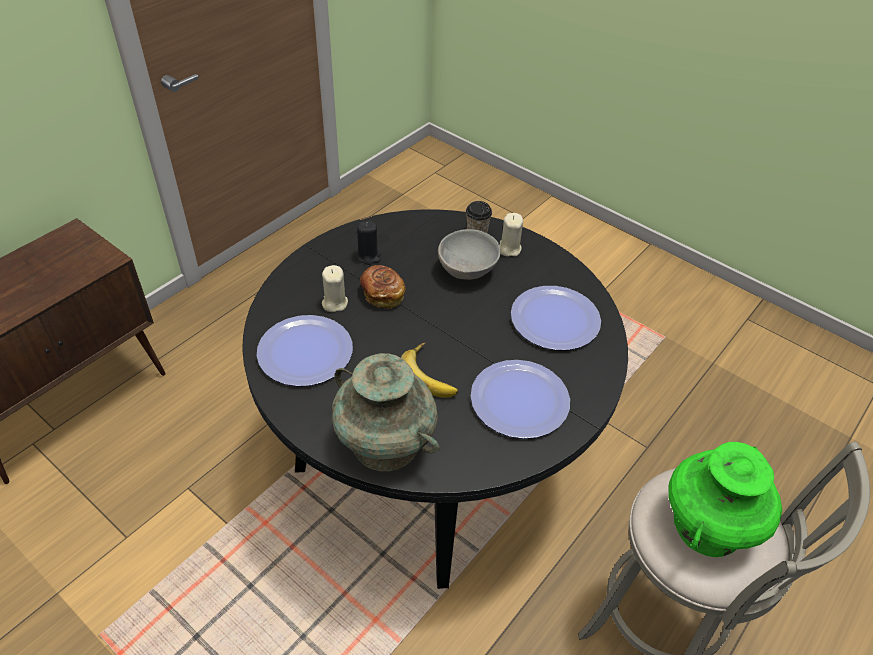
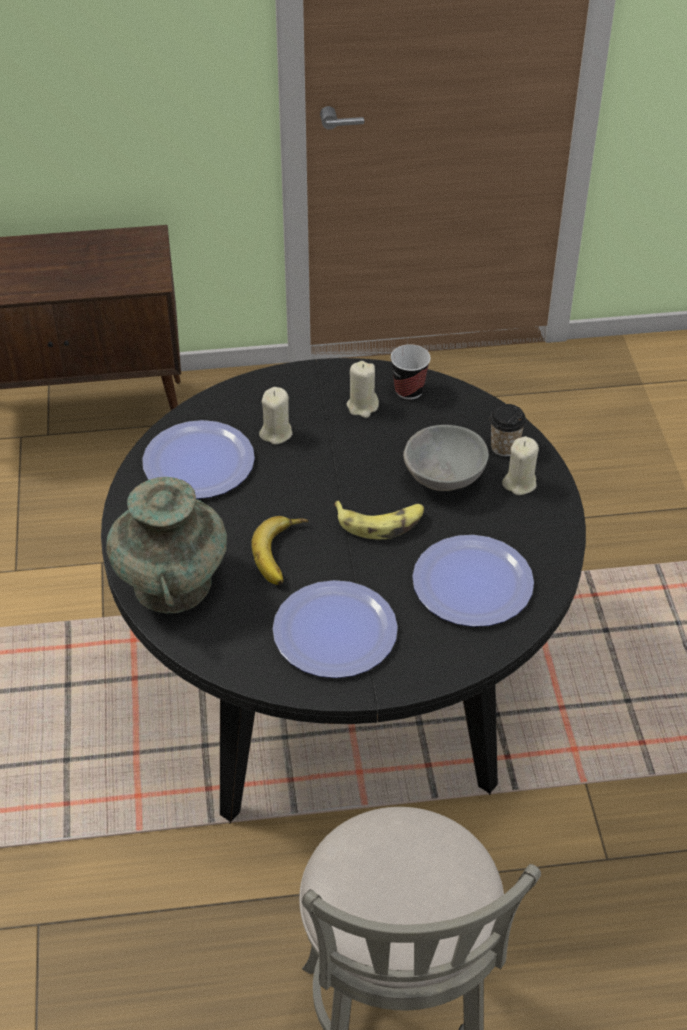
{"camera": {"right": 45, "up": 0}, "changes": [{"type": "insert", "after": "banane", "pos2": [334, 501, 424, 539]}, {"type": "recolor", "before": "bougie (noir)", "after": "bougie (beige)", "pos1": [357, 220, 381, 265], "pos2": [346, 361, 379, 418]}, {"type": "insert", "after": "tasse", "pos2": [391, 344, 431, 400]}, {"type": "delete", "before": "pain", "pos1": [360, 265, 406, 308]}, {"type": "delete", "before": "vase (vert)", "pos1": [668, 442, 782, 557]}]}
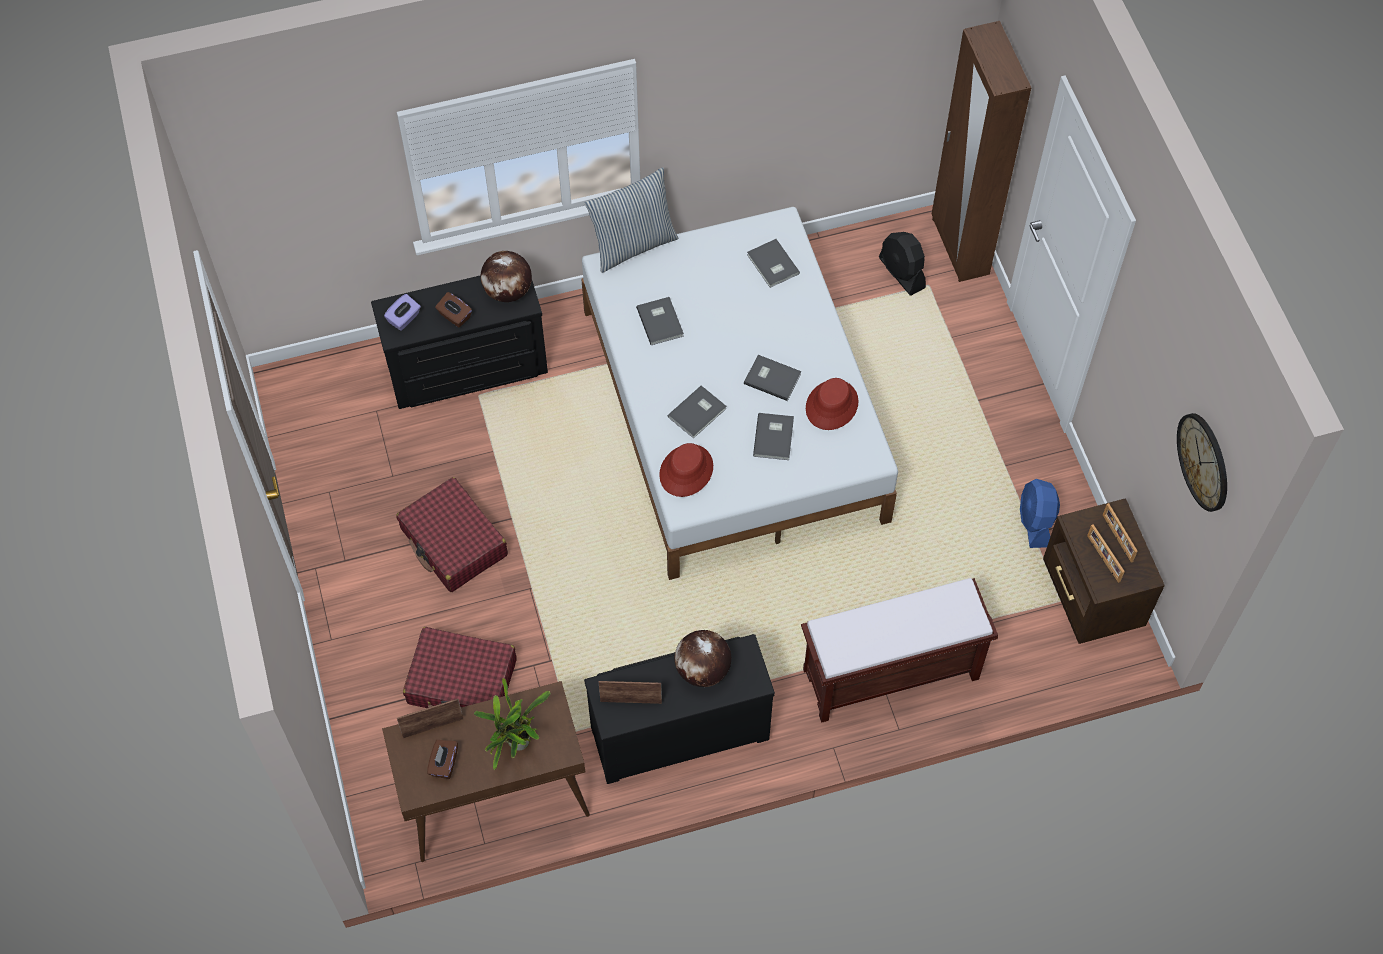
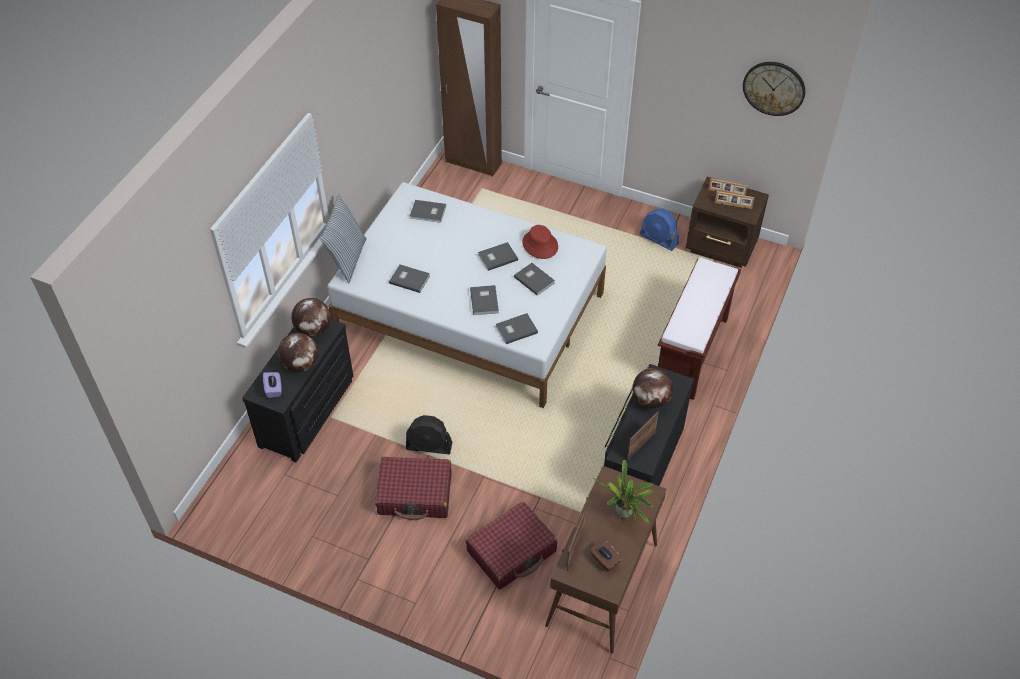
{"camera": {"right": -50, "up": -10}, "changes": [{"type": "replace", "before": "boîte à mouchoirs (marron)", "after": "globe", "pos1": [435, 292, 472, 327], "pos2": [278, 333, 318, 372]}, {"type": "move", "before": "ventilateur (noir)", "pos1": [879, 232, 926, 296], "pos2": [406, 415, 452, 454]}, {"type": "replace", "before": "chapeau (rouge)", "after": "livre (gris)", "pos1": [659, 443, 713, 497], "pos2": [496, 313, 538, 344]}]}
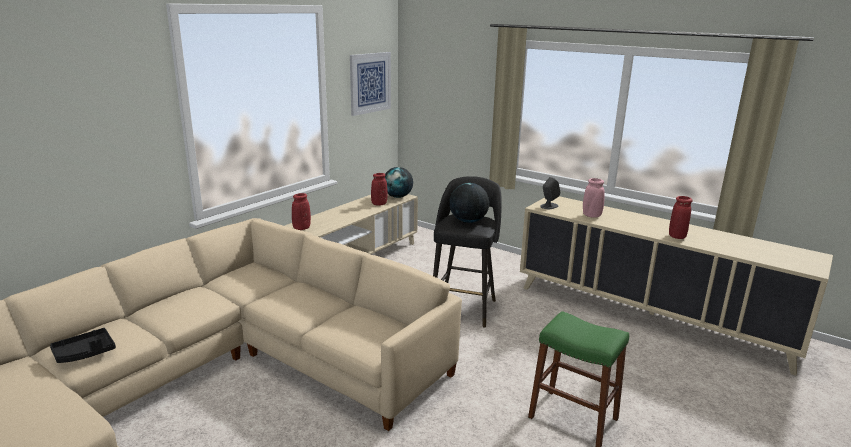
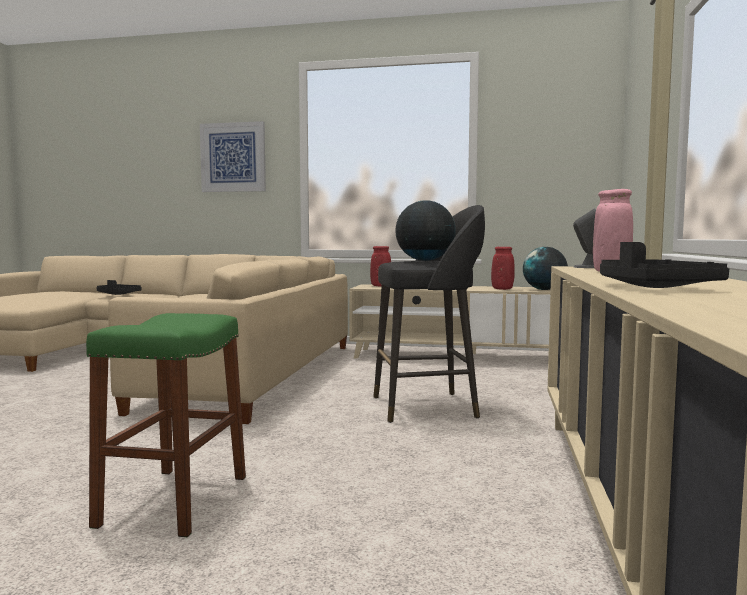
{"camera": {"right": 65, "up": -15}, "changes": [{"type": "move", "before": "tableau", "pos1": [350, 52, 391, 116], "pos2": [200, 121, 266, 192]}, {"type": "replace", "before": "vase (rouge)", "after": "plateau (noir)", "pos1": [669, 196, 692, 239], "pos2": [600, 242, 730, 288]}]}
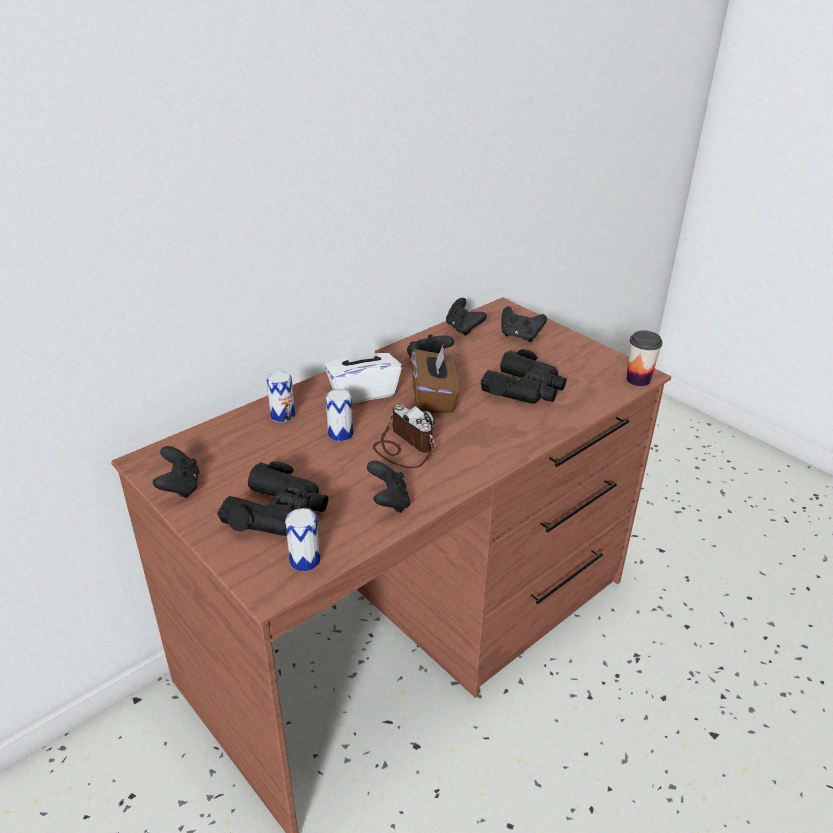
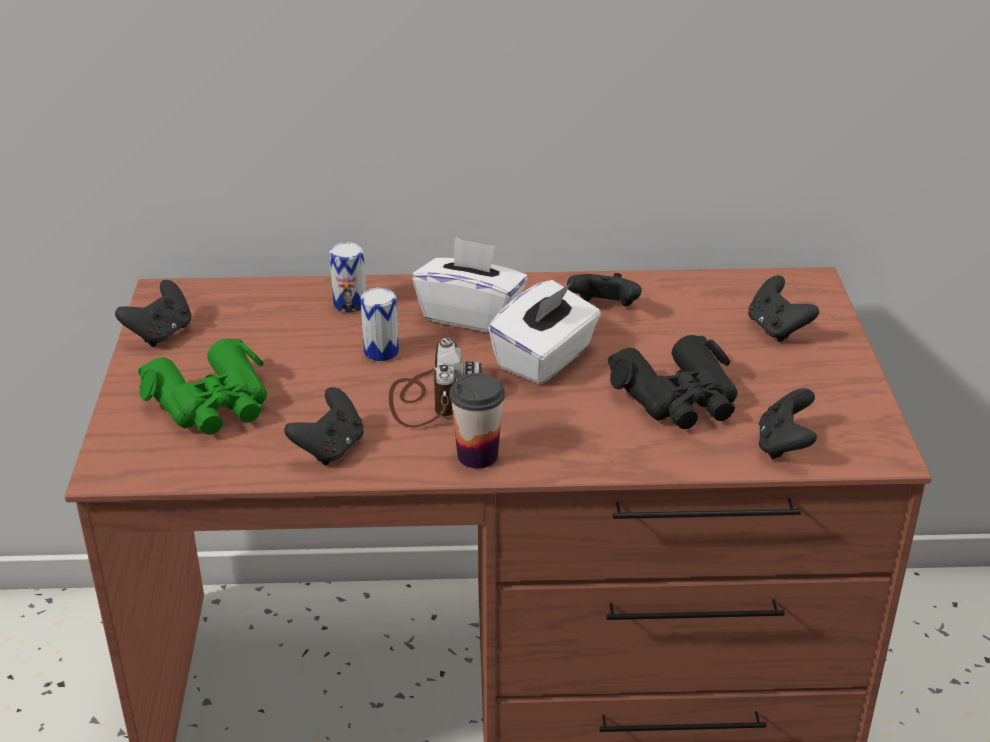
{"camera": {"right": 40, "up": 0}, "changes": [{"type": "recolor", "before": "jumelles (noir)", "after": "jumelles (vert)", "pos1": [217, 461, 328, 536], "pos2": [138, 338, 267, 435]}, {"type": "move", "before": "tasse", "pos1": [627, 330, 663, 386], "pos2": [449, 373, 505, 469]}, {"type": "recolor", "before": "boîte à mouchoirs (marron)", "after": "boîte à mouchoirs (blanc)", "pos1": [411, 346, 461, 413], "pos2": [488, 280, 601, 384]}, {"type": "move", "before": "manette (noir)", "pos1": [446, 298, 487, 336], "pos2": [759, 388, 817, 459]}, {"type": "delete", "before": "boîte métallique", "pos1": [285, 508, 320, 571]}]}
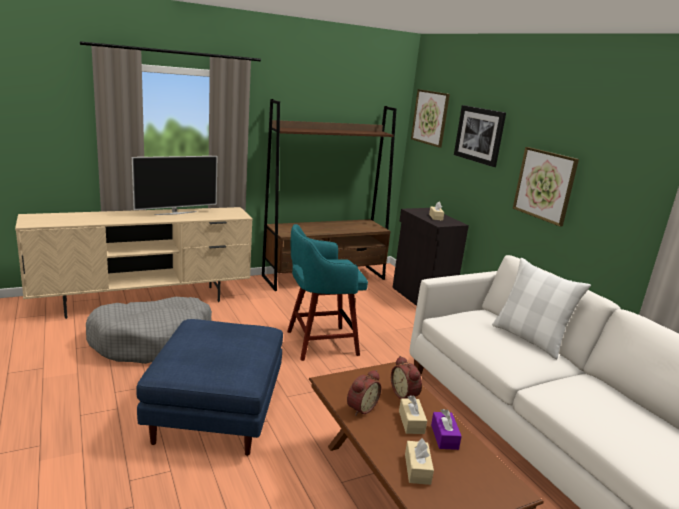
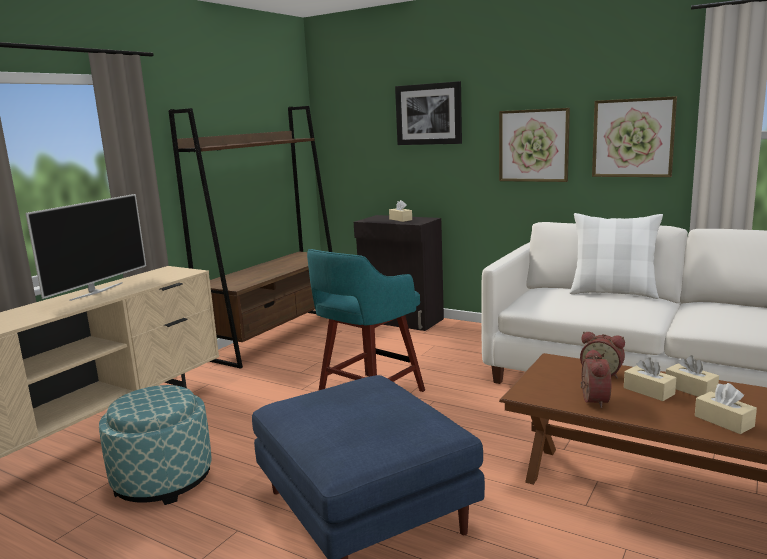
{"camera": {"right": -30, "up": -5}, "changes": [{"type": "replace", "before": "panier pour chien (gris)", "after": "pouf", "pos1": [86, 297, 212, 364], "pos2": [99, 385, 211, 505]}, {"type": "move", "before": "tableau", "pos1": [411, 89, 450, 148], "pos2": [592, 96, 677, 177]}, {"type": "recolor", "before": "boîte à mouchoirs (violet)", "after": "boîte à mouchoirs (beige)", "pos1": [431, 409, 462, 450], "pos2": [666, 355, 719, 397]}]}
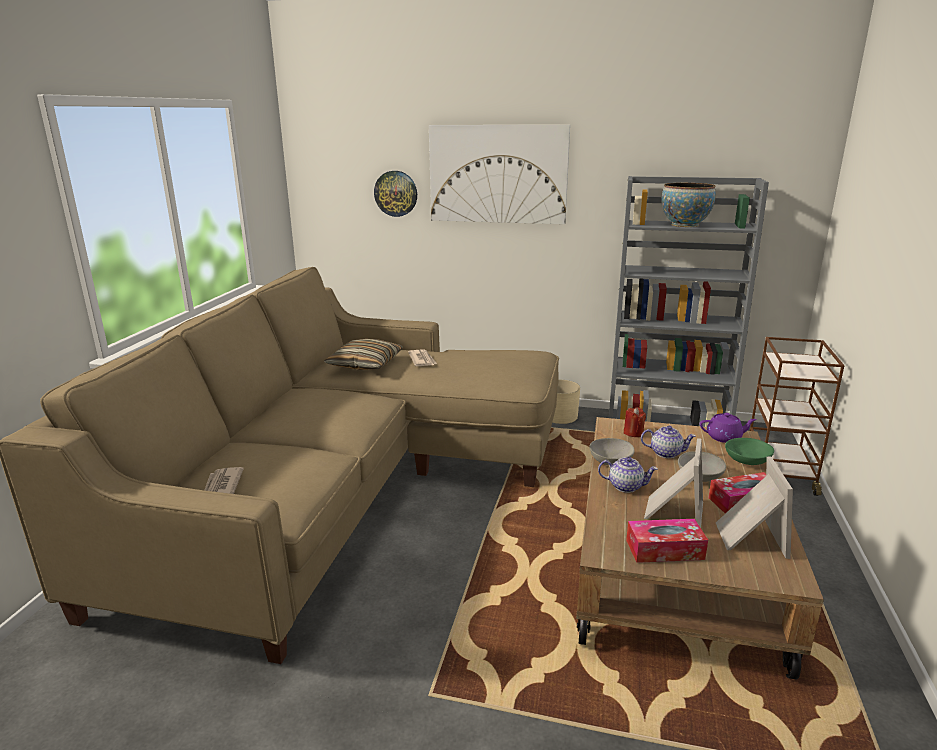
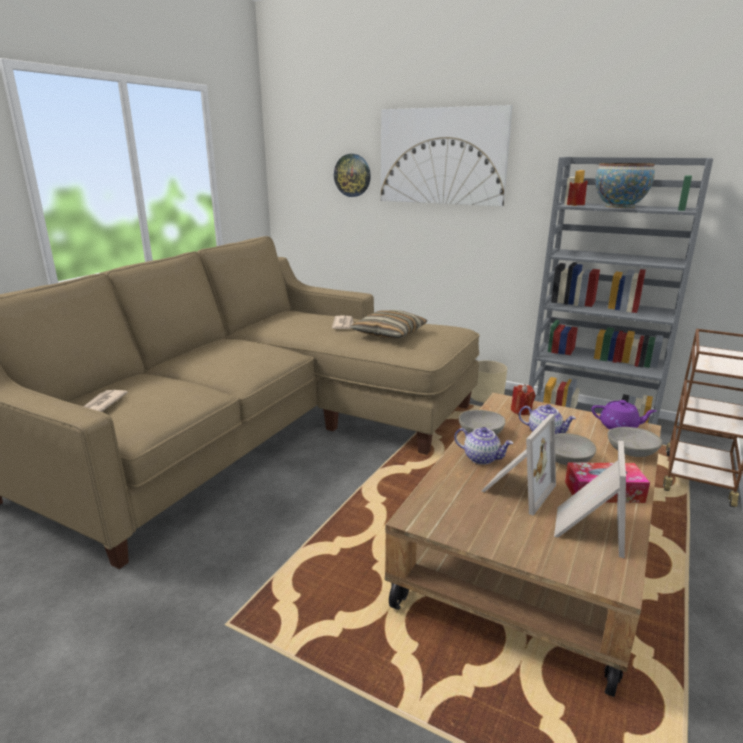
{"camera": {"right": 15, "up": 0}, "changes": [{"type": "move", "before": "coussin", "pos1": [324, 339, 403, 370], "pos2": [350, 310, 428, 339]}, {"type": "insert", "after": "bougie (rouge)", "pos2": [567, 180, 588, 205]}, {"type": "recolor", "before": "bol (vert)", "after": "bol (gris)", "pos1": [725, 438, 774, 465], "pos2": [608, 427, 662, 457]}, {"type": "delete", "before": "boîte à mouchoirs", "pos1": [626, 519, 708, 563]}]}
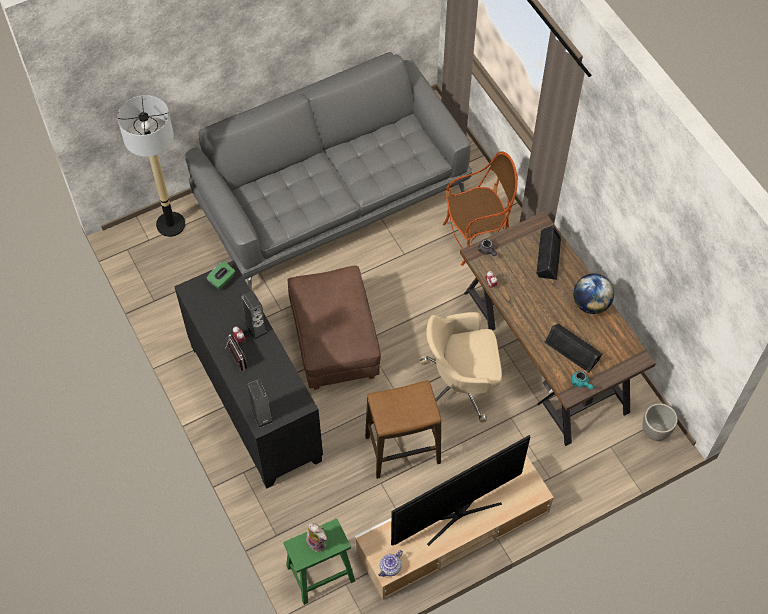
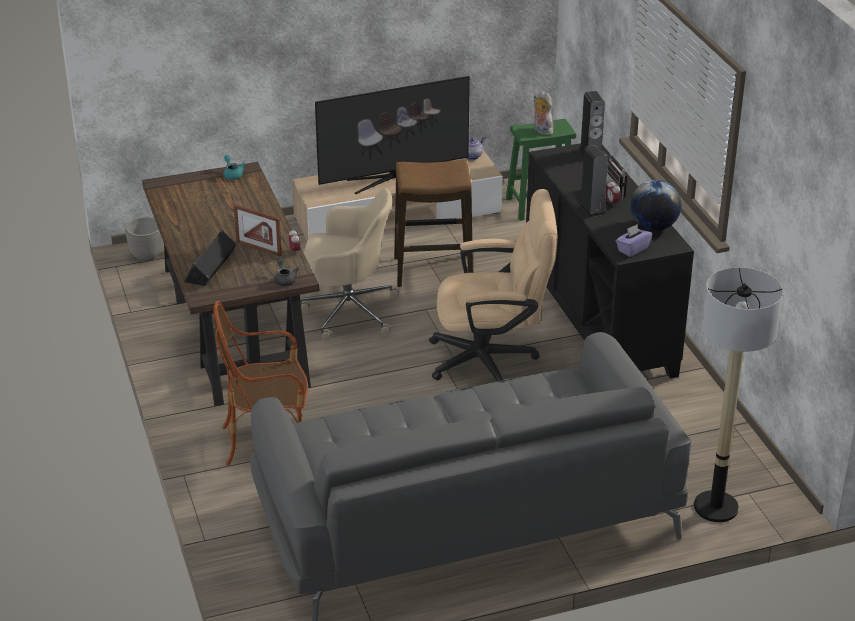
{"camera": {"right": -170, "up": -25}, "changes": [{"type": "insert", "after": "cadre photo", "pos2": [234, 204, 282, 257]}, {"type": "replace", "before": "pouf (marron)", "after": "chaise de bureau (beige)", "pos1": [288, 265, 381, 390], "pos2": [429, 189, 557, 381]}, {"type": "recolor", "before": "boîte à mouchoirs (vert)", "after": "boîte à mouchoirs (violet)", "pos1": [206, 261, 235, 290], "pos2": [616, 224, 652, 257]}, {"type": "move", "before": "globe", "pos1": [573, 274, 614, 314], "pos2": [630, 180, 681, 231]}, {"type": "delete", "before": "enceinte (noir)", "pos1": [544, 323, 603, 373]}]}
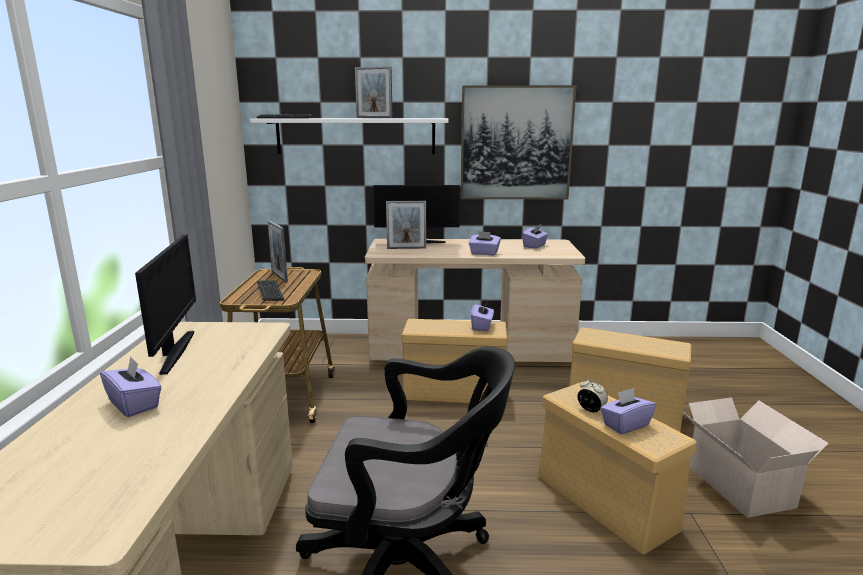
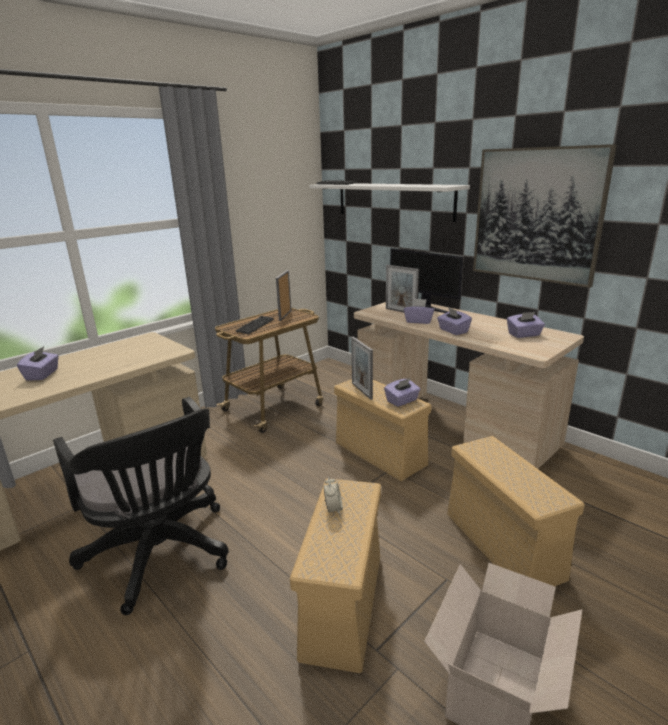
{"camera": {"right": 45, "up": 5}, "changes": [{"type": "move", "before": "cadre photo", "pos1": [355, 66, 393, 118], "pos2": [351, 337, 373, 400]}, {"type": "move", "before": "boîte à mouchoirs (violet)", "pos1": [600, 388, 656, 434], "pos2": [404, 299, 435, 324]}, {"type": "delete", "before": "écran d'ordinateur", "pos1": [135, 234, 196, 375]}]}
